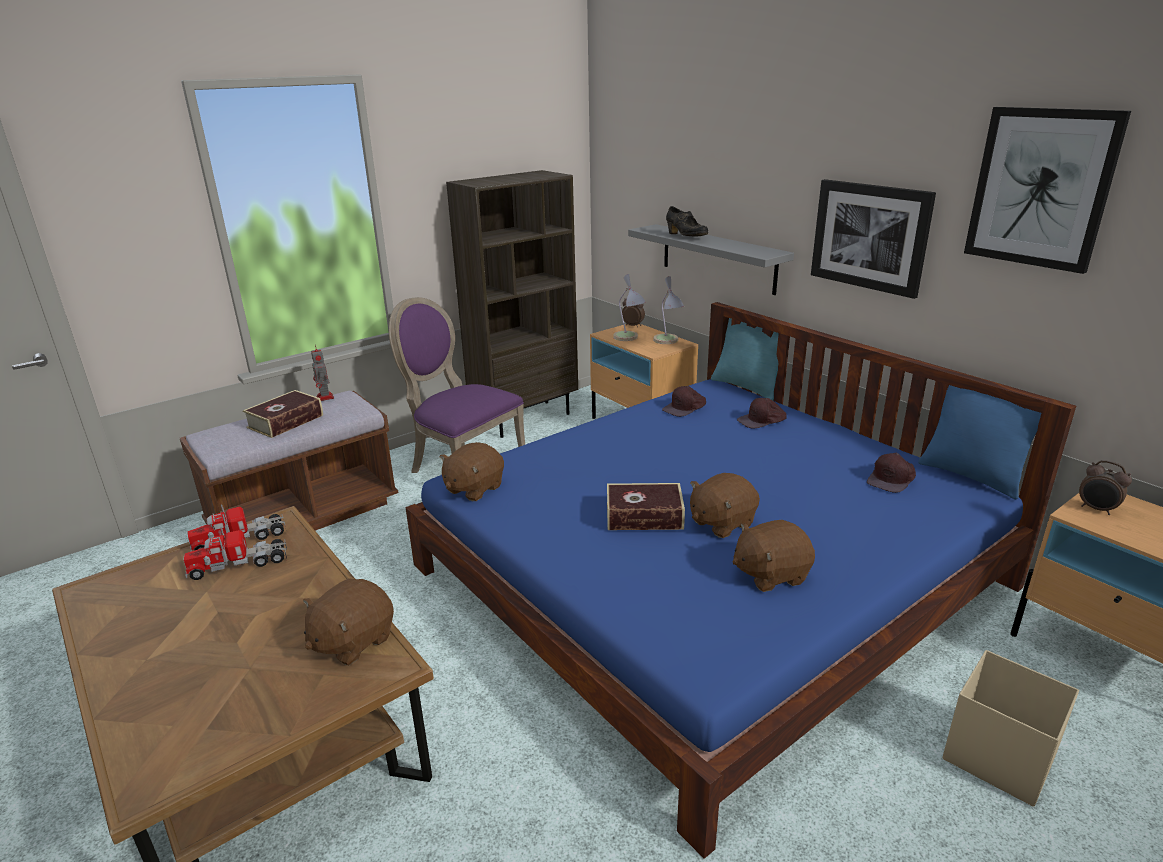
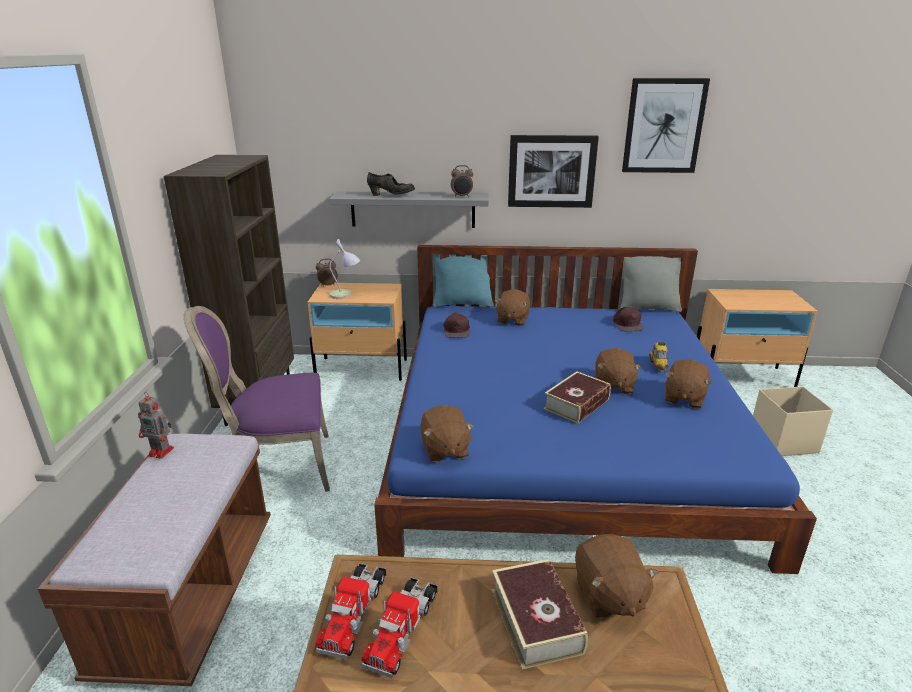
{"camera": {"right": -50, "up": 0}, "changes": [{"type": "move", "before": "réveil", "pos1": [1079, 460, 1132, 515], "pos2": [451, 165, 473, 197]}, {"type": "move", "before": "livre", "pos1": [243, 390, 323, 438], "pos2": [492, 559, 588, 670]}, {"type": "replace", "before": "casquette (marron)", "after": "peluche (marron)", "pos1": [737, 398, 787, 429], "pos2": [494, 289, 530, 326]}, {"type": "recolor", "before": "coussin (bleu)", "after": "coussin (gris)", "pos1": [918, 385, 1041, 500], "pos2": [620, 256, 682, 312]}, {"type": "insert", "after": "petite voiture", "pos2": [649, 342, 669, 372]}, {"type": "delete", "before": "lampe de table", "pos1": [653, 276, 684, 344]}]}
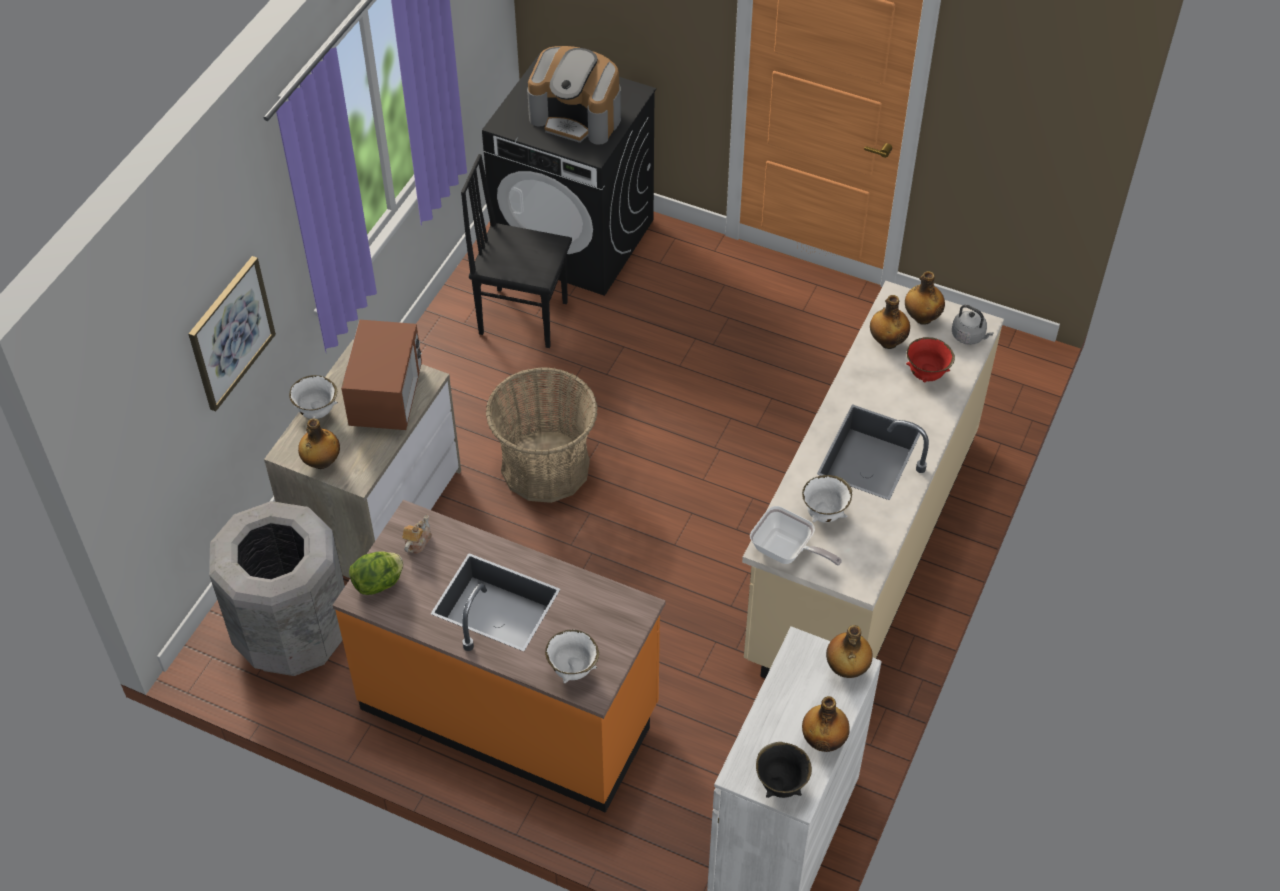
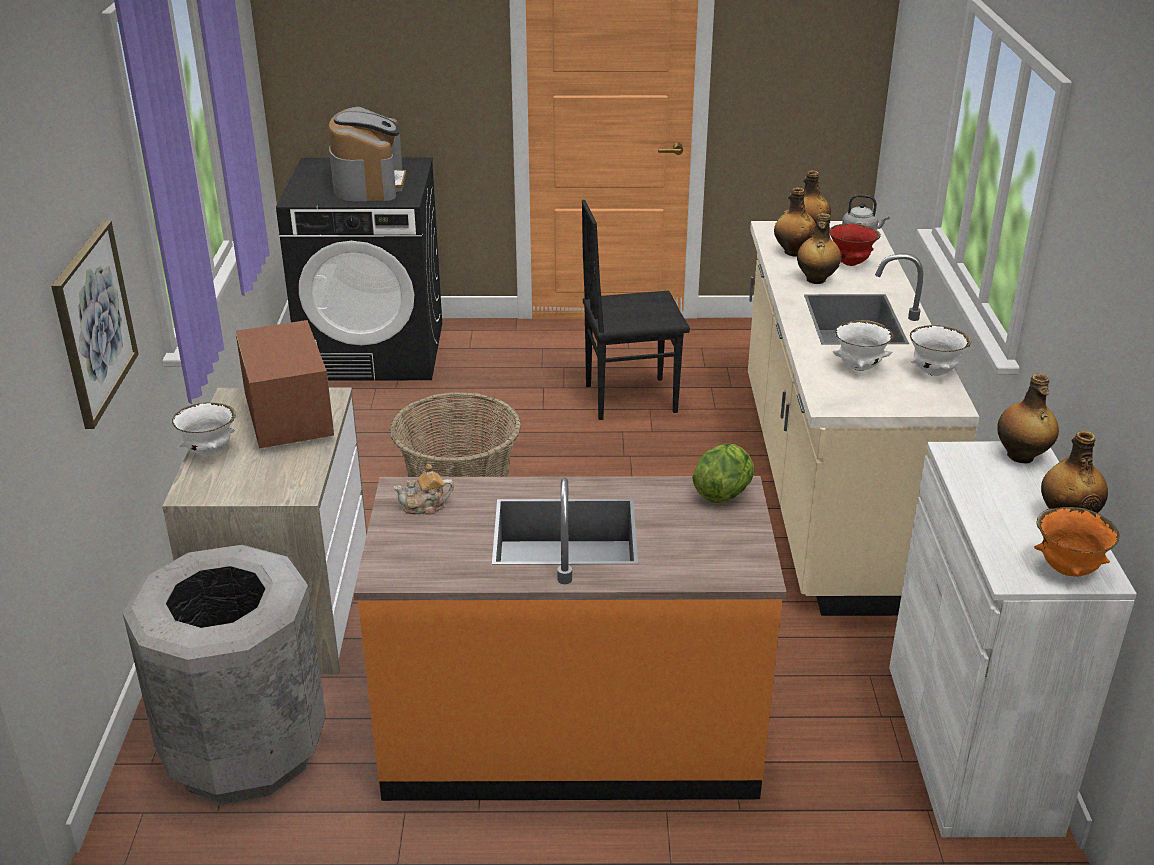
{"camera": {"right": -25, "up": -20}, "changes": [{"type": "rotate", "before": "machine à café", "pos1": [527, 46, 621, 145], "pos2": [328, 107, 406, 201], "turn": -90}, {"type": "rotate", "before": "théière", "pos1": [403, 515, 431, 554], "pos2": [393, 464, 454, 515], "turn": -105}, {"type": "move", "before": "chaise (noir)", "pos1": [461, 154, 572, 348], "pos2": [582, 200, 690, 420]}, {"type": "move", "before": "laitue", "pos1": [349, 551, 403, 595], "pos2": [692, 444, 754, 503]}, {"type": "move", "before": "bouteille", "pos1": [298, 418, 340, 469], "pos2": [797, 213, 841, 284]}, {"type": "move", "before": "bol (blanc)", "pos1": [545, 630, 599, 683], "pos2": [910, 325, 971, 376]}, {"type": "recolor", "before": "bol (noir)", "after": "bol (orange)", "pos1": [756, 742, 812, 798], "pos2": [1034, 507, 1120, 577]}, {"type": "delete", "before": "poêle", "pos1": [750, 506, 842, 565]}]}
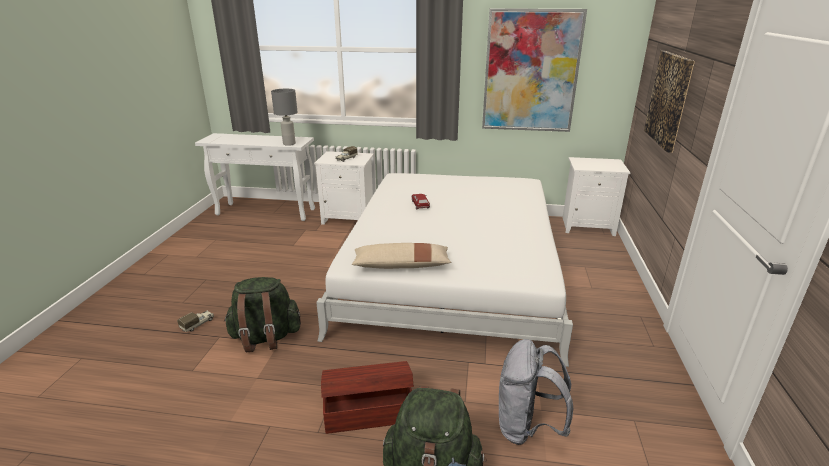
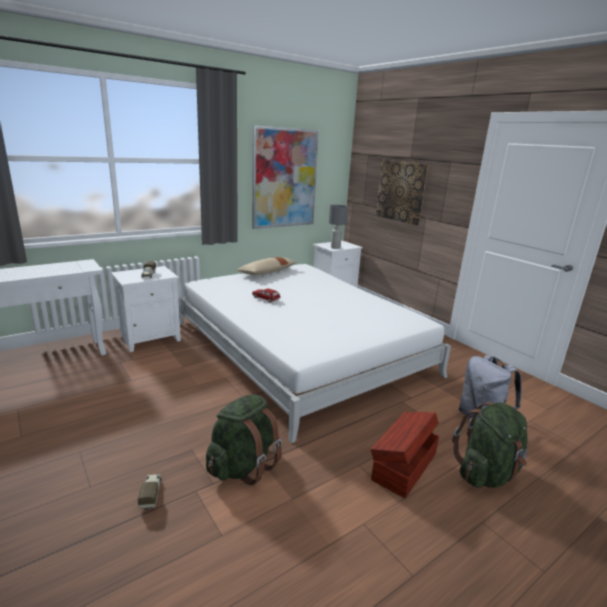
{"camera": {"right": -45, "up": -5}, "changes": [{"type": "move", "before": "coussin (beige)", "pos1": [352, 243, 451, 269], "pos2": [237, 257, 297, 275]}, {"type": "move", "before": "lampe de table (gris)", "pos1": [271, 89, 298, 146], "pos2": [329, 205, 348, 249]}]}
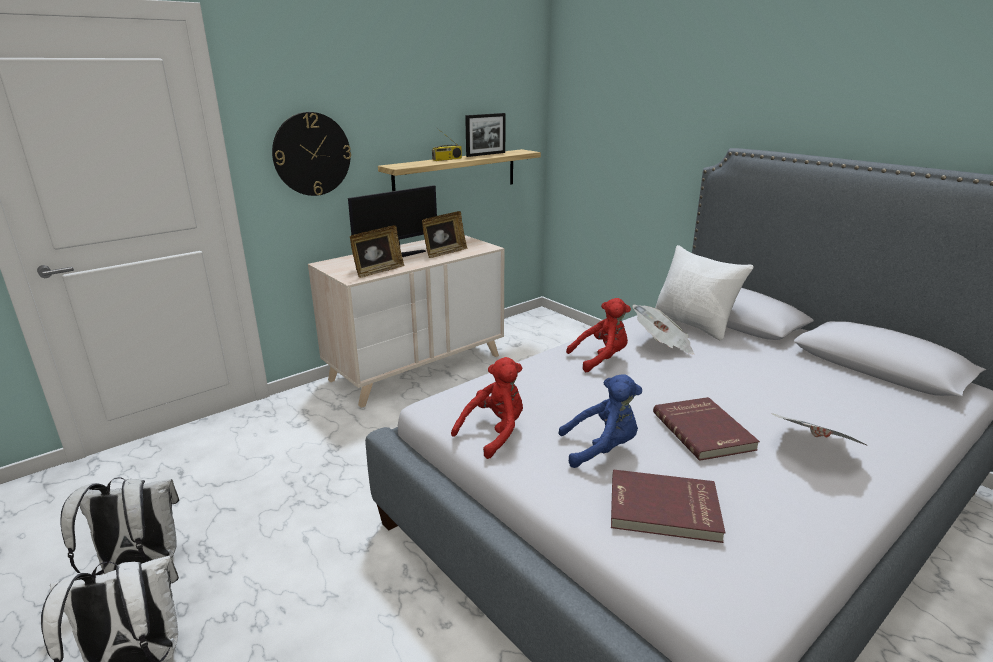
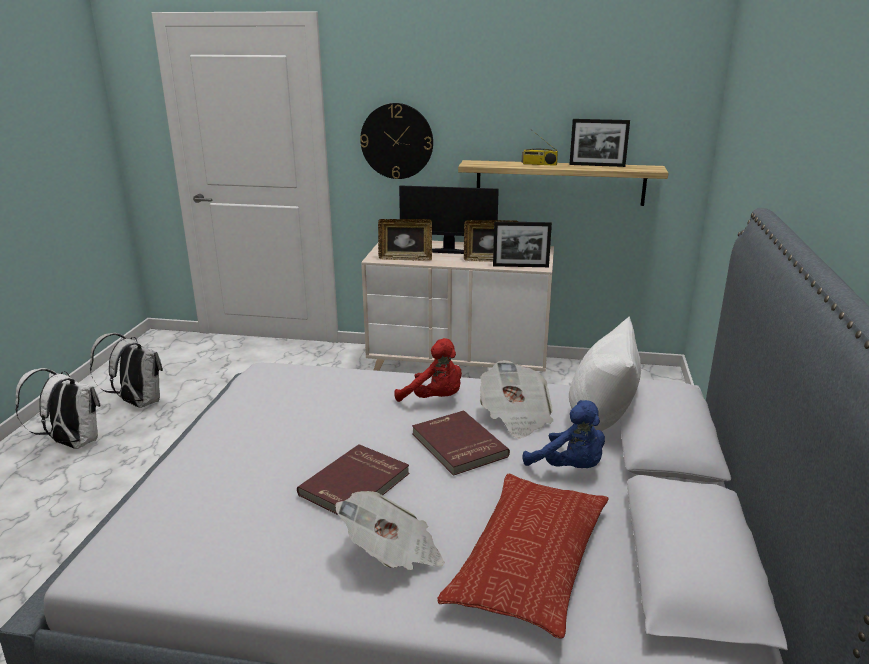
{"camera": {"right": 50, "up": 0}, "changes": [{"type": "move", "before": "livre (rouge)", "pos1": [611, 469, 725, 543], "pos2": [412, 410, 510, 476]}, {"type": "insert", "after": "coussin", "pos2": [437, 474, 609, 639]}, {"type": "insert", "after": "cadre photo", "pos2": [493, 221, 552, 267]}, {"type": "move", "before": "peluche (bleu)", "pos1": [558, 374, 642, 468], "pos2": [523, 400, 605, 468]}, {"type": "delete", "before": "peluche (rouge)", "pos1": [451, 357, 523, 459]}]}
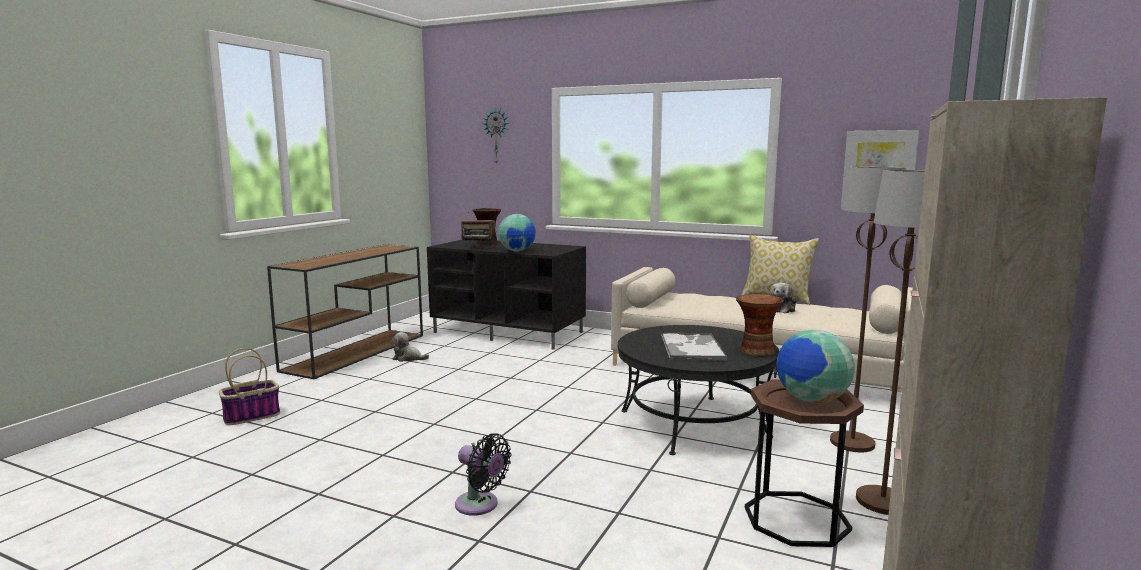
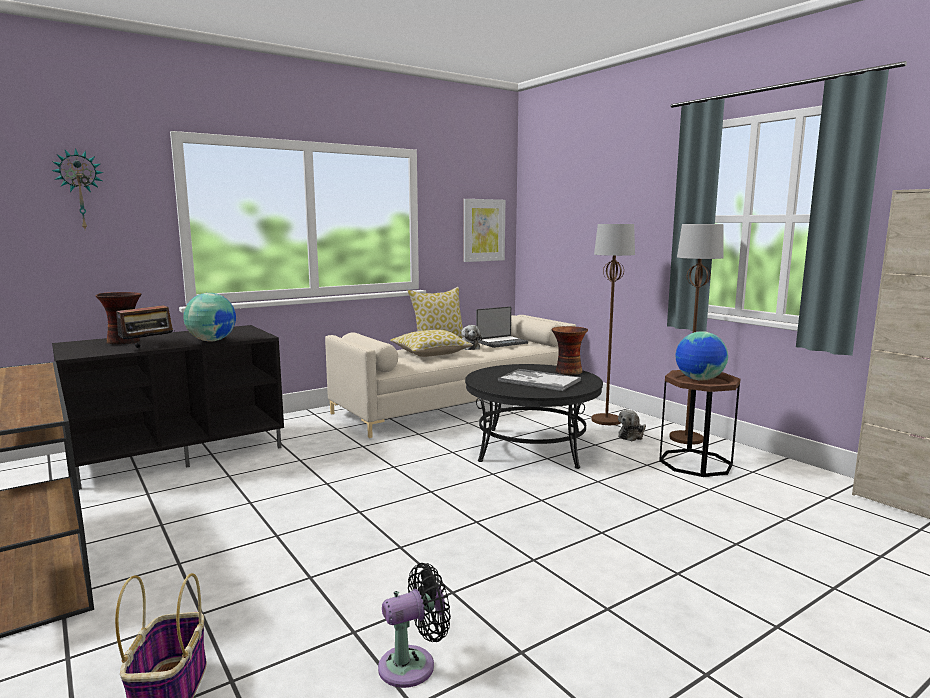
{"camera": {"right": -60, "up": 0}, "changes": [{"type": "move", "before": "ventilateur (noir)", "pos1": [455, 433, 511, 516], "pos2": [378, 563, 451, 688]}, {"type": "insert", "after": "coussin", "pos2": [390, 330, 473, 357]}, {"type": "insert", "after": "ordinateur portable", "pos2": [476, 307, 528, 348]}, {"type": "move", "before": "peluche", "pos1": [391, 332, 429, 362], "pos2": [618, 410, 646, 441]}]}
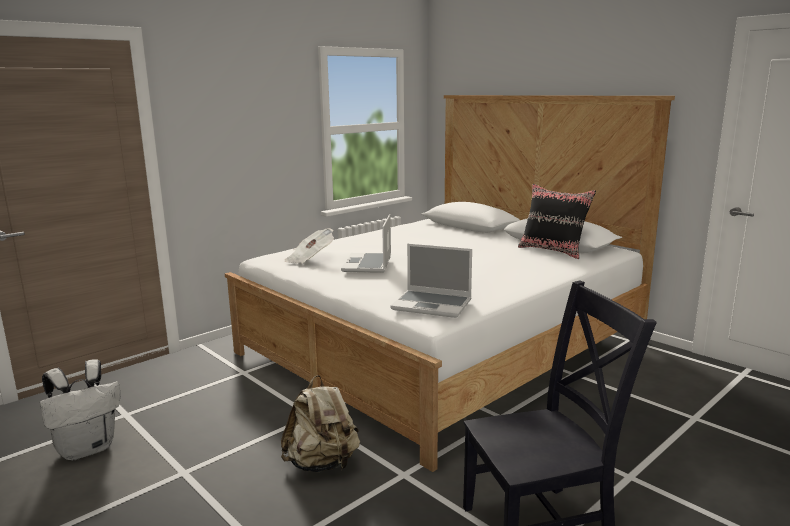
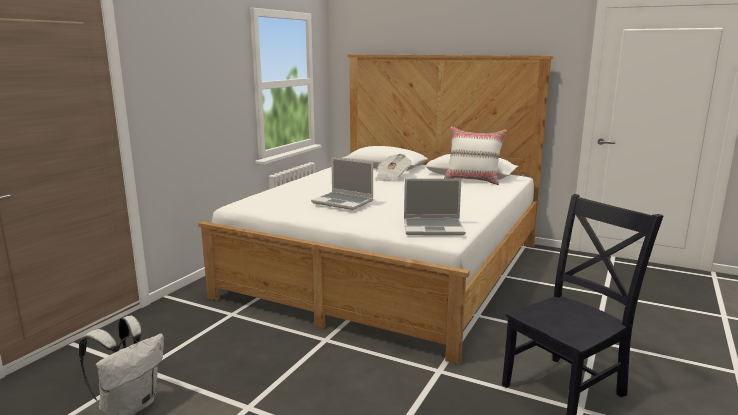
{"camera": {"right": -20, "up": 0}, "changes": [{"type": "rotate", "before": "ordinateur portable", "pos1": [341, 214, 391, 273], "pos2": [311, 157, 373, 210], "turn": -45}, {"type": "move", "before": "journal", "pos1": [285, 228, 334, 264], "pos2": [375, 154, 411, 181]}, {"type": "recolor", "before": "coussin (noir)", "after": "coussin (blanc)", "pos1": [518, 184, 596, 259], "pos2": [444, 127, 507, 185]}, {"type": "delete", "before": "sac à dos (beige)", "pos1": [281, 375, 360, 472]}]}
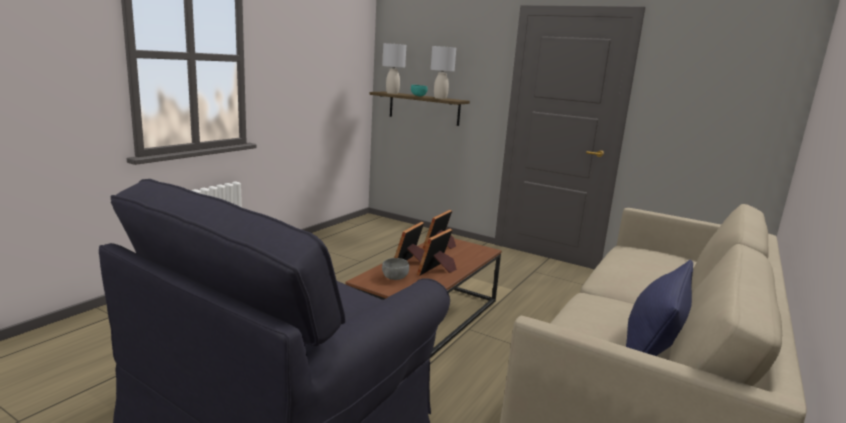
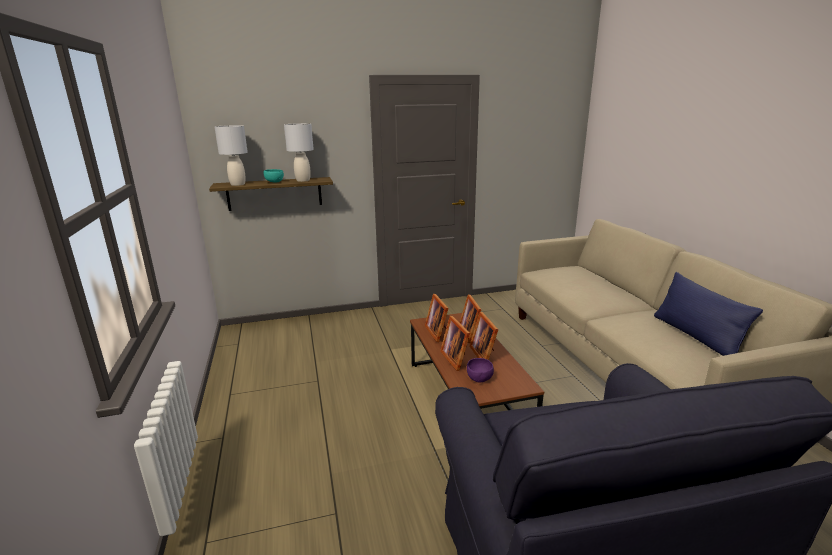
{"camera": {"right": -45, "up": 5}, "changes": [{"type": "insert", "after": "cadre photo", "pos2": [459, 294, 481, 343]}, {"type": "recolor", "before": "bol (gris)", "after": "bol (violet)", "pos1": [382, 258, 409, 280], "pos2": [467, 358, 494, 383]}]}
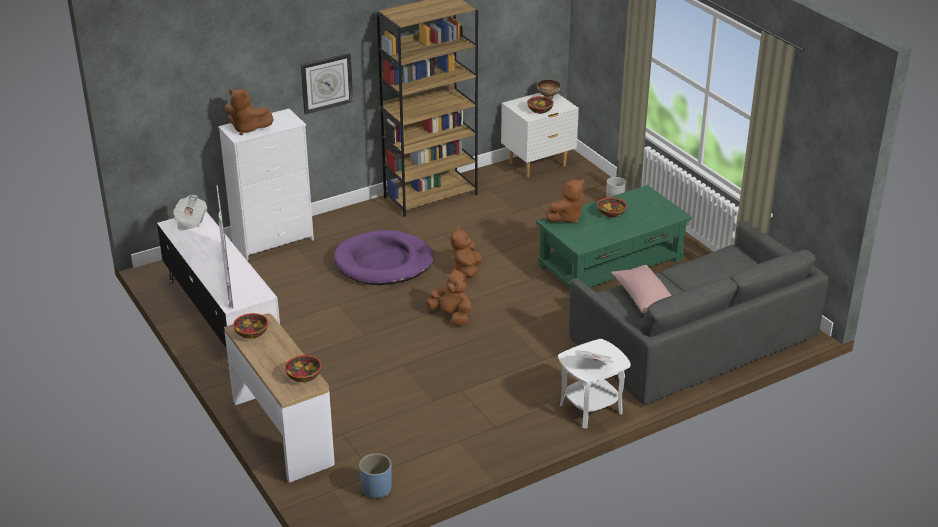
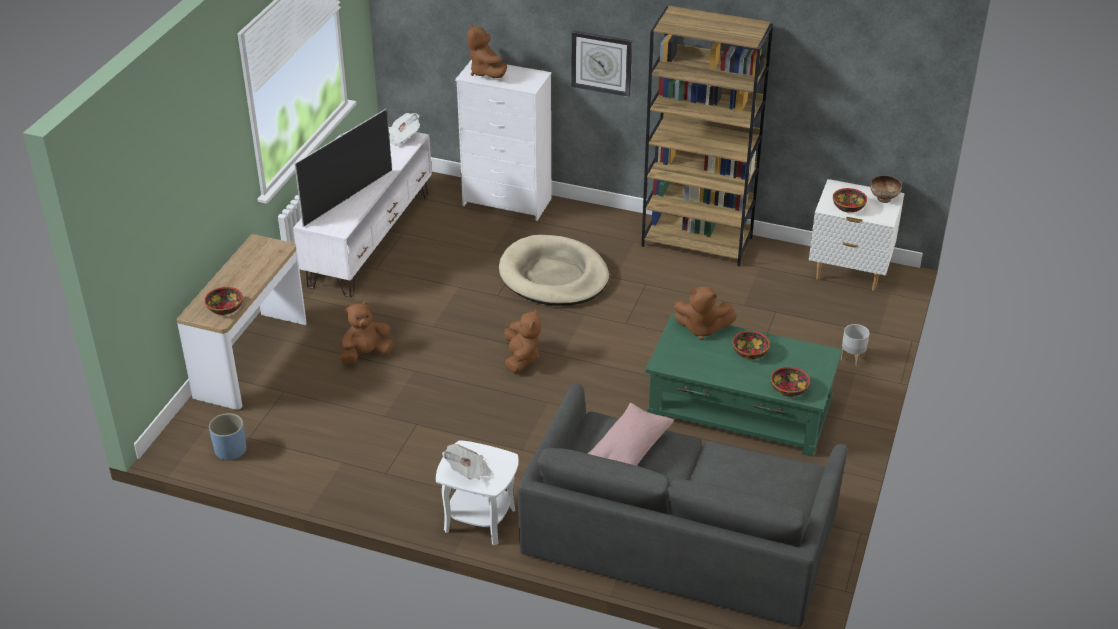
{"camera": {"right": 50, "up": 5}, "changes": [{"type": "move", "before": "peluche (marron)", "pos1": [451, 227, 483, 279], "pos2": [339, 301, 393, 363]}, {"type": "recolor", "before": "panier pour chien (violet)", "after": "panier pour chien (beige)", "pos1": [334, 230, 434, 285], "pos2": [499, 235, 609, 306]}, {"type": "move", "before": "bol", "pos1": [233, 313, 268, 339], "pos2": [771, 367, 810, 397]}]}
